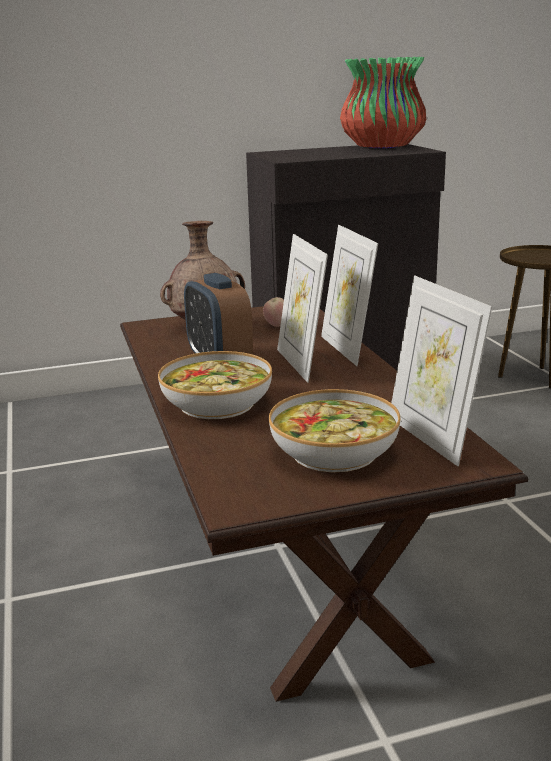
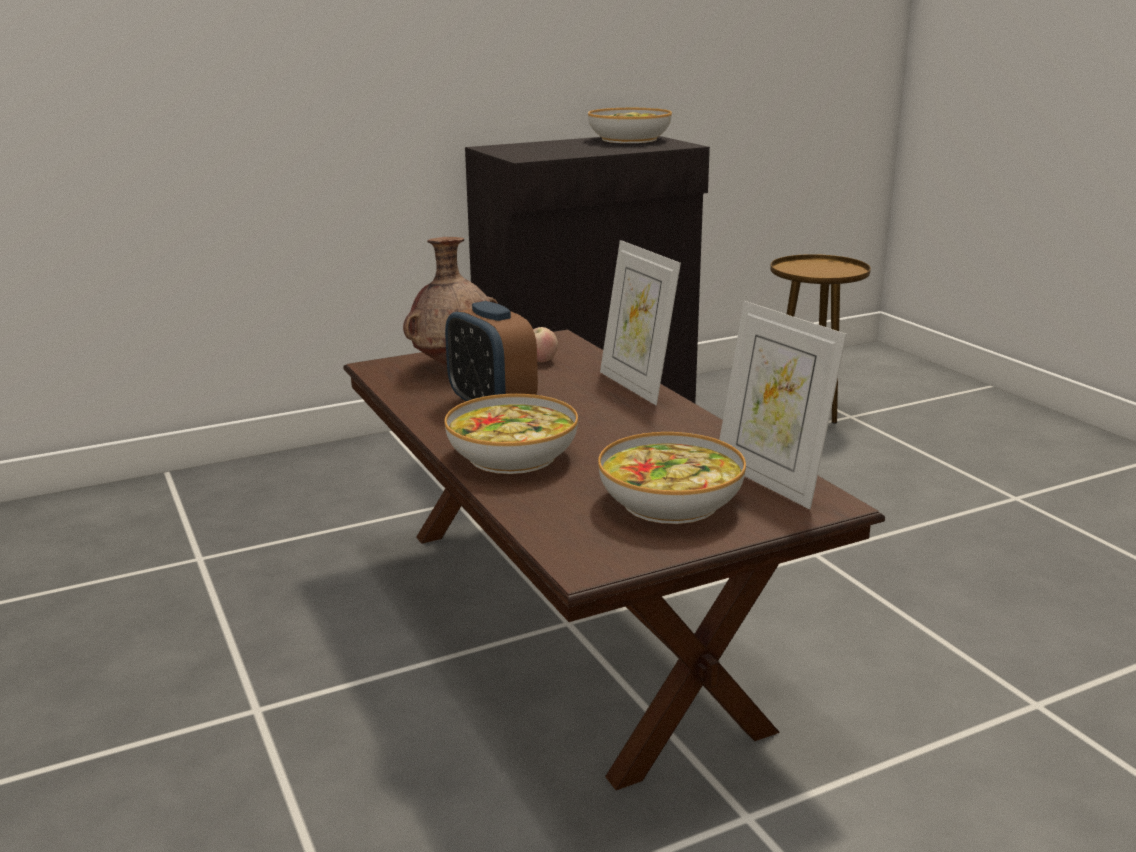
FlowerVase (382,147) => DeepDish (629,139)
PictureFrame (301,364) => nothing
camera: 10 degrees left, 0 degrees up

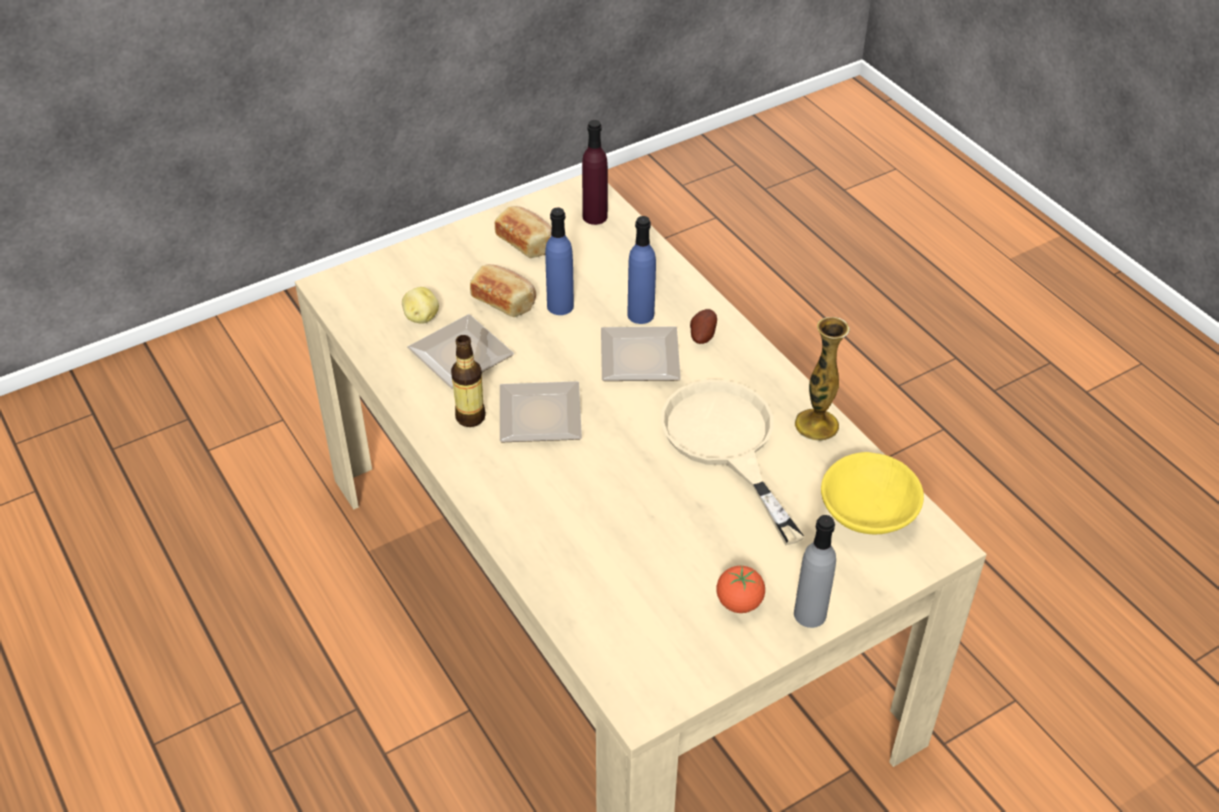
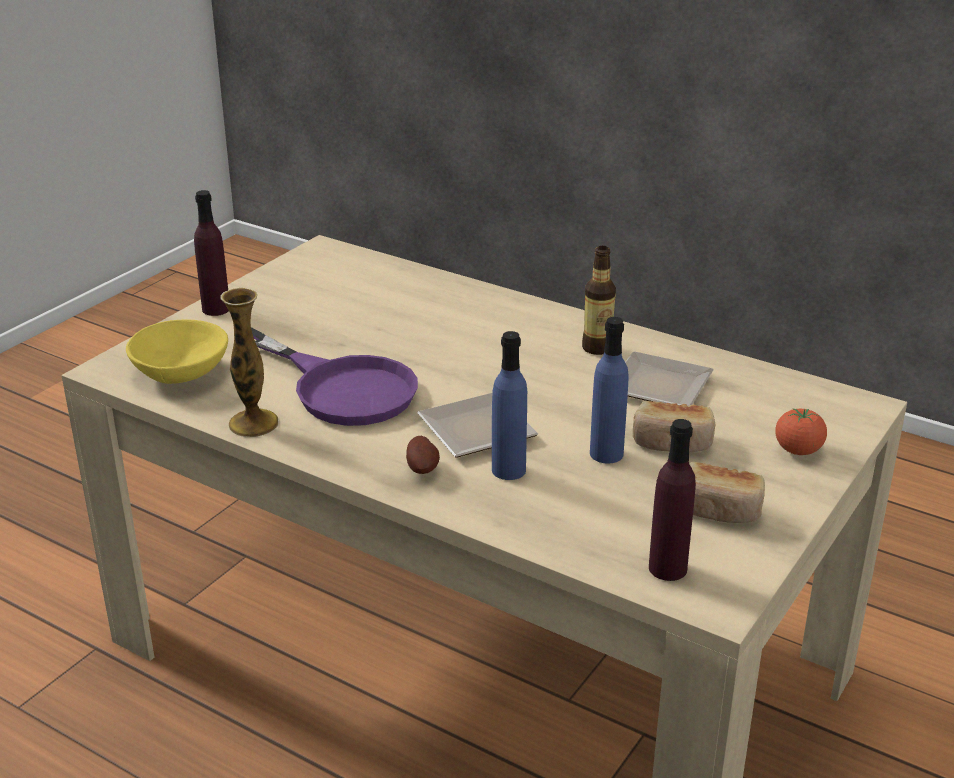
WholePotato (420,317) => nothing
SandColouredSkillet (726,443) => PurplishSkillet (341,387)
Plate (537,414) => nothing
GrayDrinkBottle (810,614) => PurplishDrinkBottle (216,309)
Tomato (739,602) => Tomato (798,451), move
camera: 155 degrees right, 15 degrees down

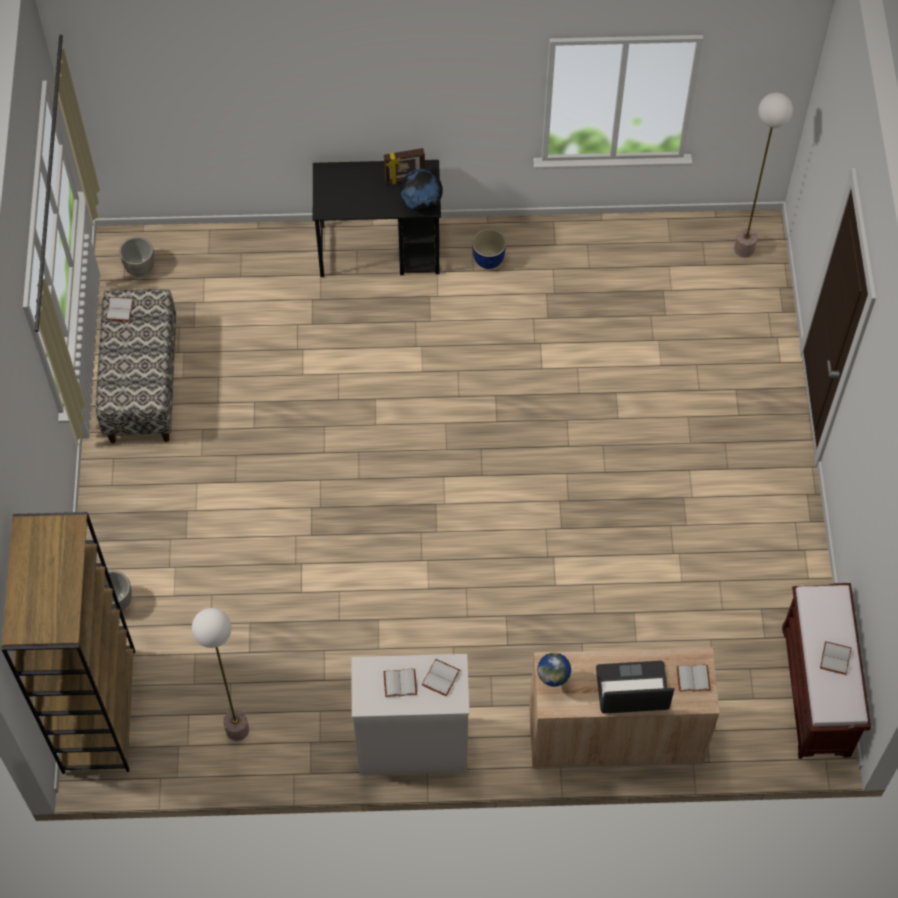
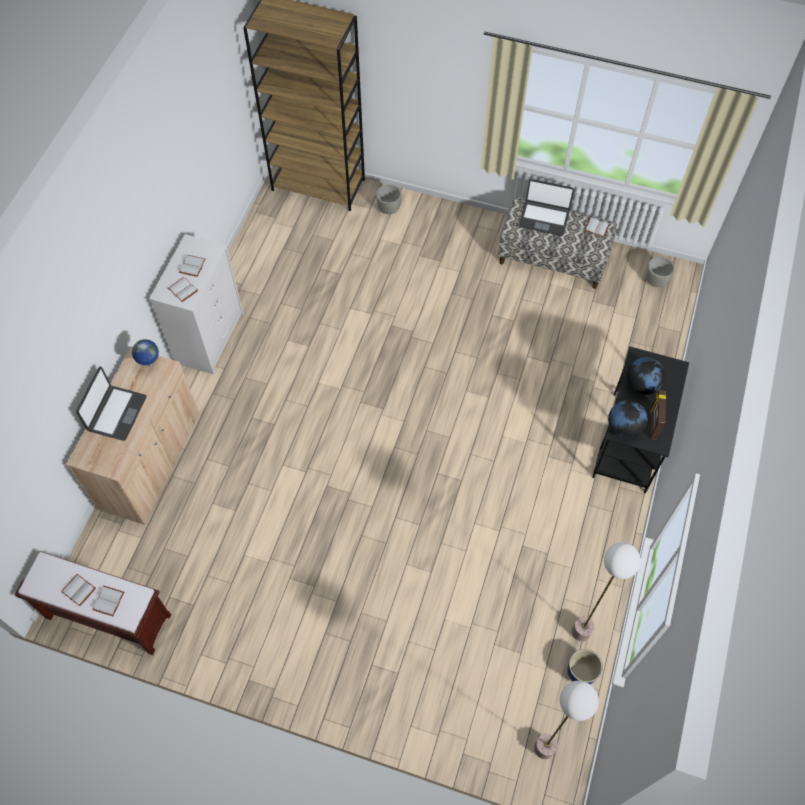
Planter (489,260) => Planter (580,673), move
StandingLamp (237,730) => StandingLamp (581,631), move
WhitishVolume (693,677) => WhitishVolume (109,602), move
nothing => NotebookComputer (544,218)
nothing => Globe (641,385)
camera: 110 degrees right, 0 degrees up

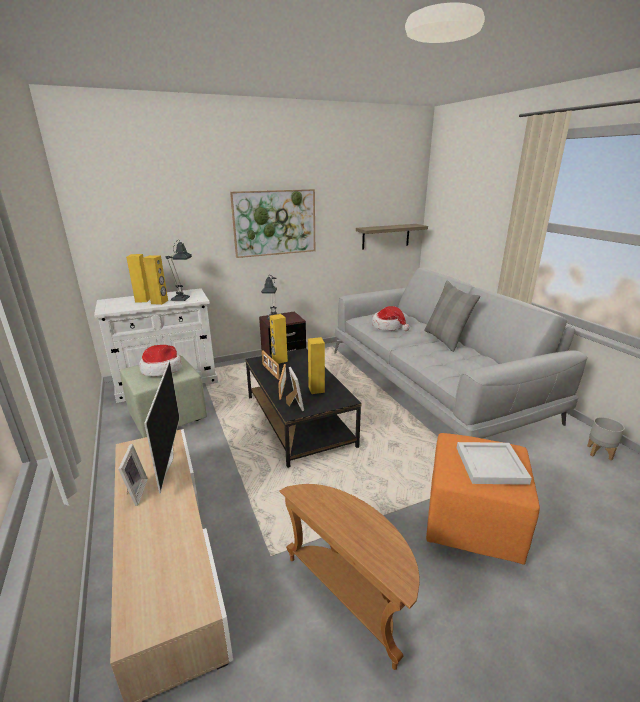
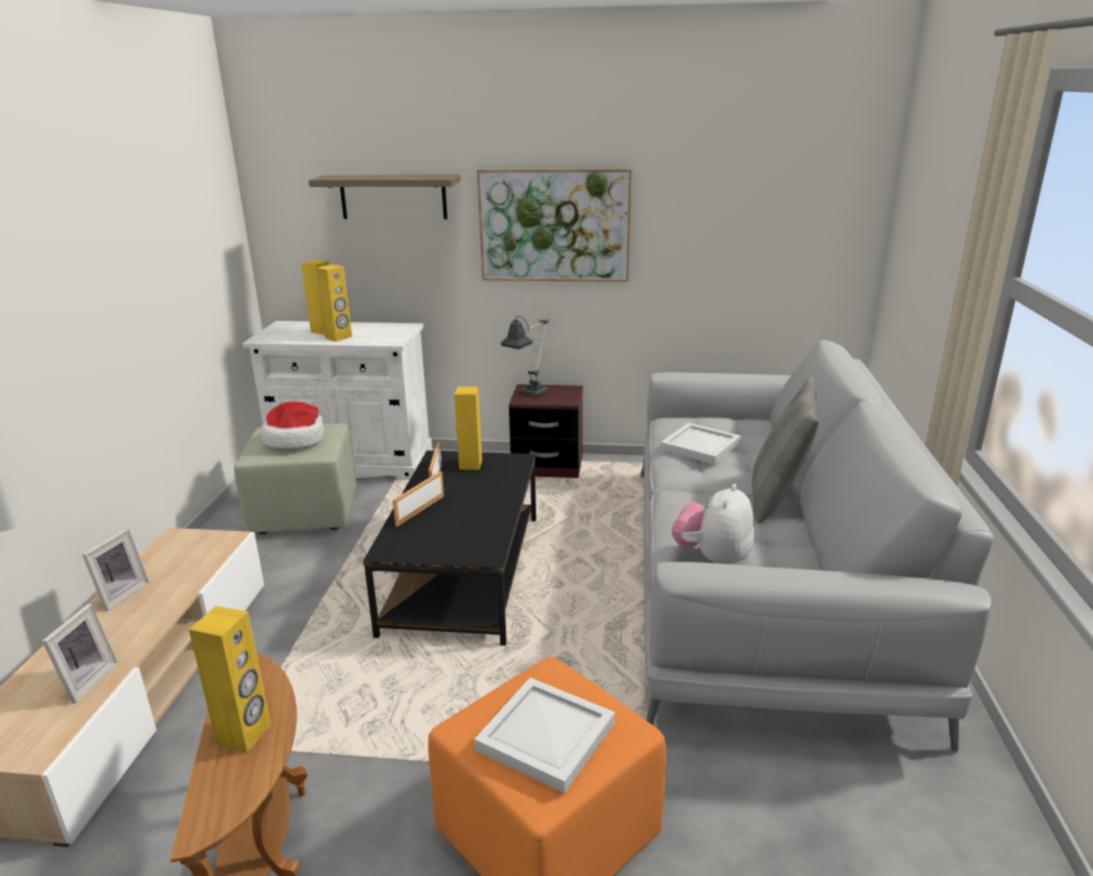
WallShelf (386,236) => WallShelf (393,197), move
TabletopLamp (182,298) => nothing
WearableHat (388,326) => WhitishTray (702,446)
YellowColouredAudioSpeaker (316,389) => YellowColouredAudioSpeaker (244,734), move
Television (166,460) => nothing
PictureFrame (293,404) => PictureFrame (86,681), move
GrayPlanter (600,452) => nothing
nothing => CuddlyToy (712,559)
camera: 30 degrees right, 0 degrees up

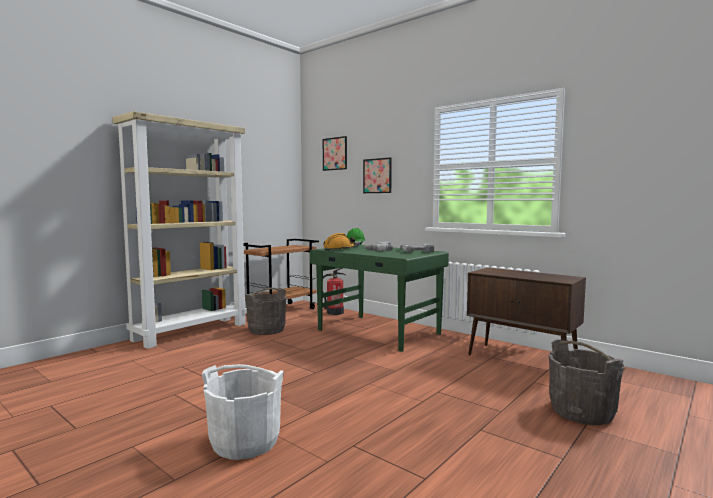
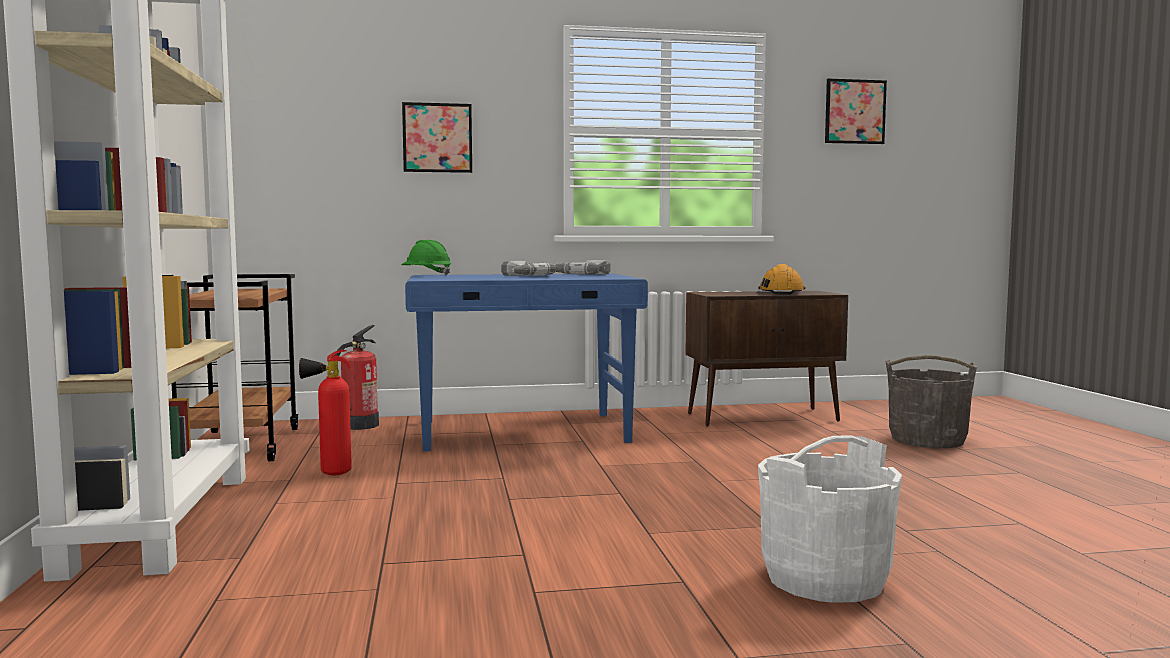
WallArt (335,153) => WallArt (855,111), move
OrangeSafetyHelmet (339,249) => OrangeSafetyHelmet (781,293), move
GreenDeskTable (378,332) => BluishDeskTable (524,432)
GrayWaterBucket (266,330) => Extinguisher (328,474)
camera: 50 degrees left, 0 degrees up

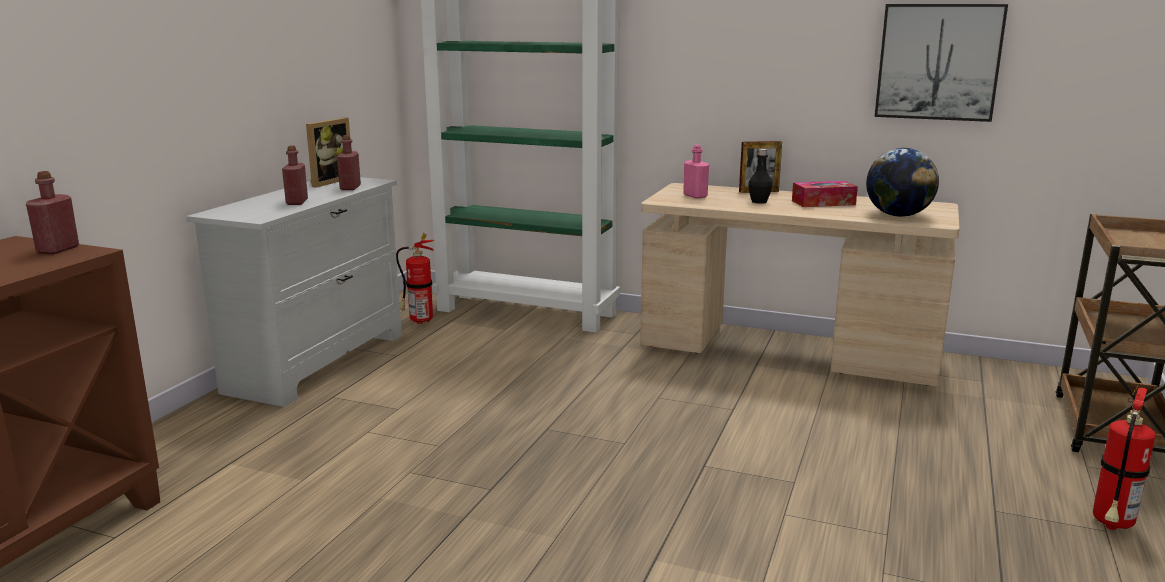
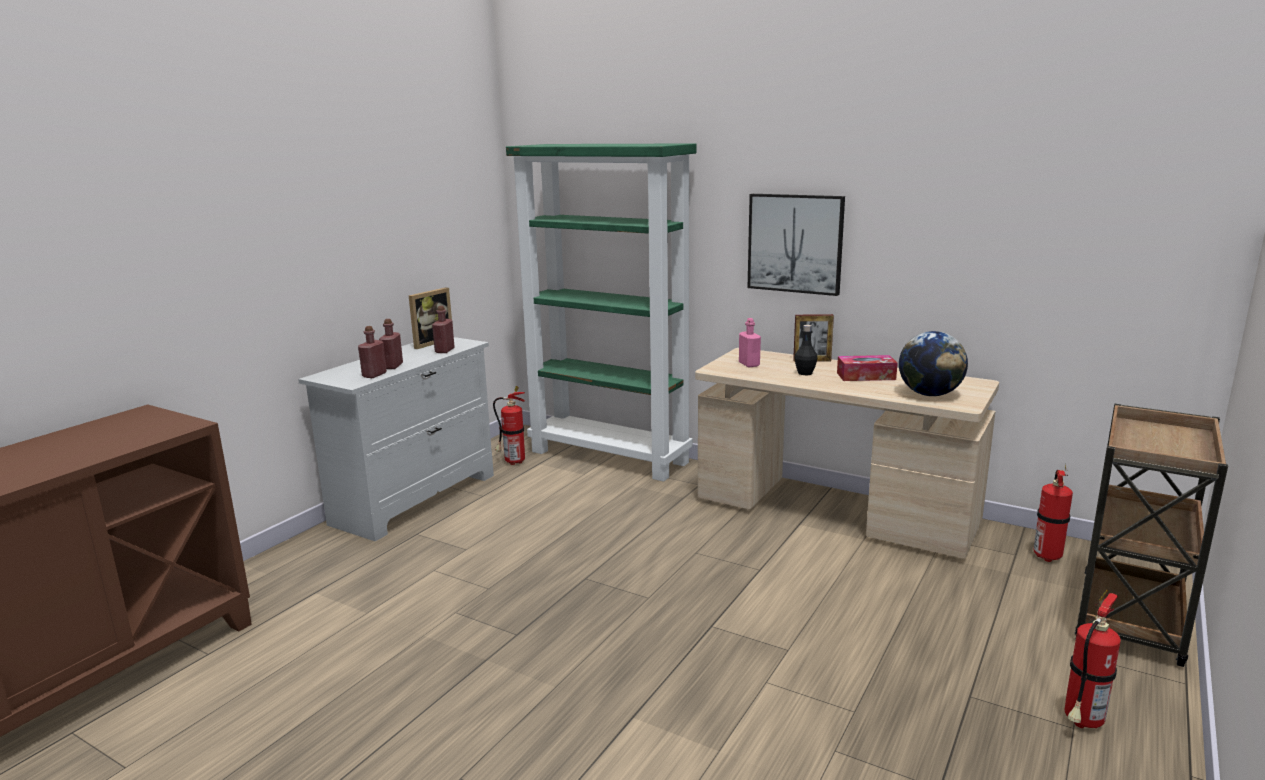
WallArt (938,62) => WallArt (795,243), move
RedDrinkBottle (58,249) => RedDrinkBottle (374,375), move
nothing => Extinguisher (1047,555)
camera: 10 degrees right, 0 degrees up

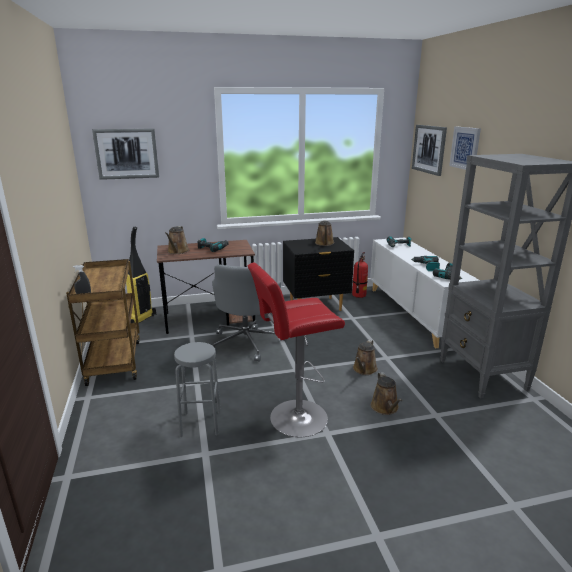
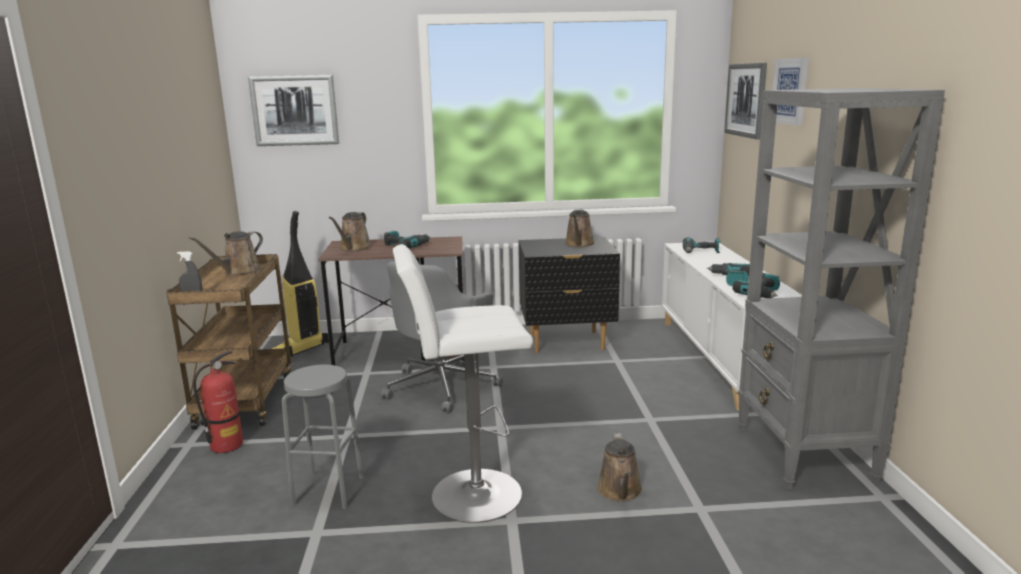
Extinguisher (359,295) => Extinguisher (226,445), move
RedStoolSeat (294,419) => WhitishStoolSeat (469,495)
BrownSprinklingCan (364,370) => BrownSprinklingCan (239,272), move
camera: 10 degrees right, 5 degrees down

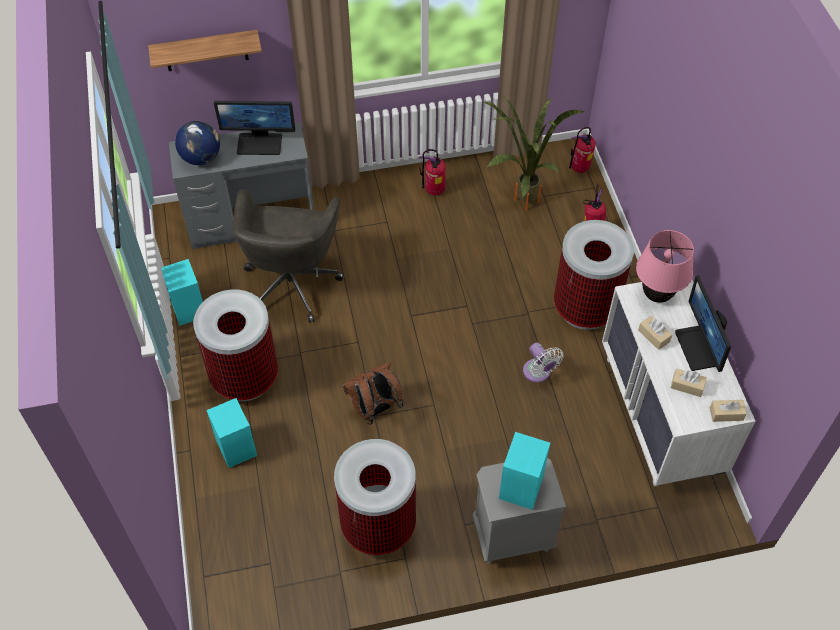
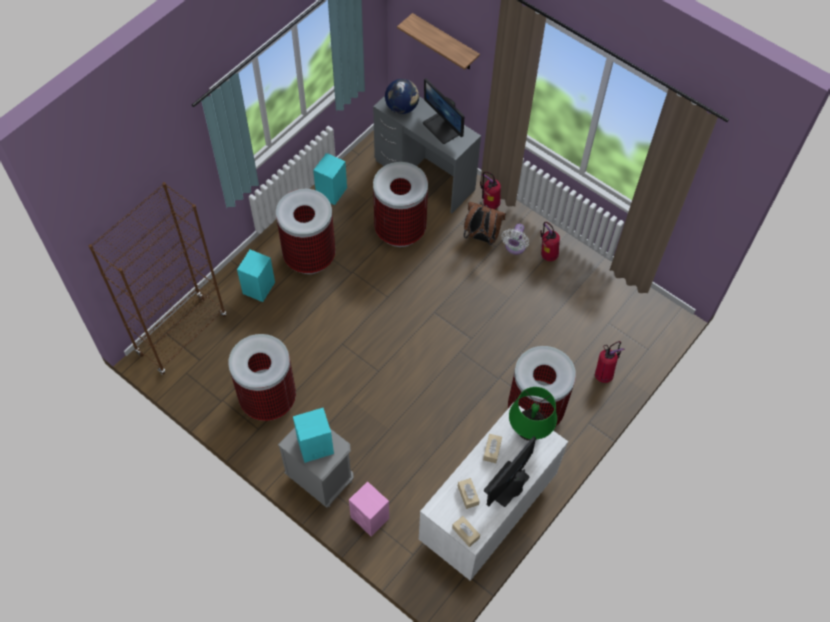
Houseplant (519,203) => nothing
Extinguisher (579,169) => Extinguisher (489,204), move
GrayOfficeChair (292,282) => WasteBin (399,230)
PinkishTabletopLamp (657,295) => GreenTabletopLamp (529,432)
WhitishElectricFan (538,373) => WhitishElectricFan (514,248), move
BrownRucksack (375,410) => BrownRucksack (481,237), move
nothing => BrownShelvingUnit (182,334)
nothing => PinkishAudioSpeaker (370,518)
camera: 50 degrees right, 5 degrees up

